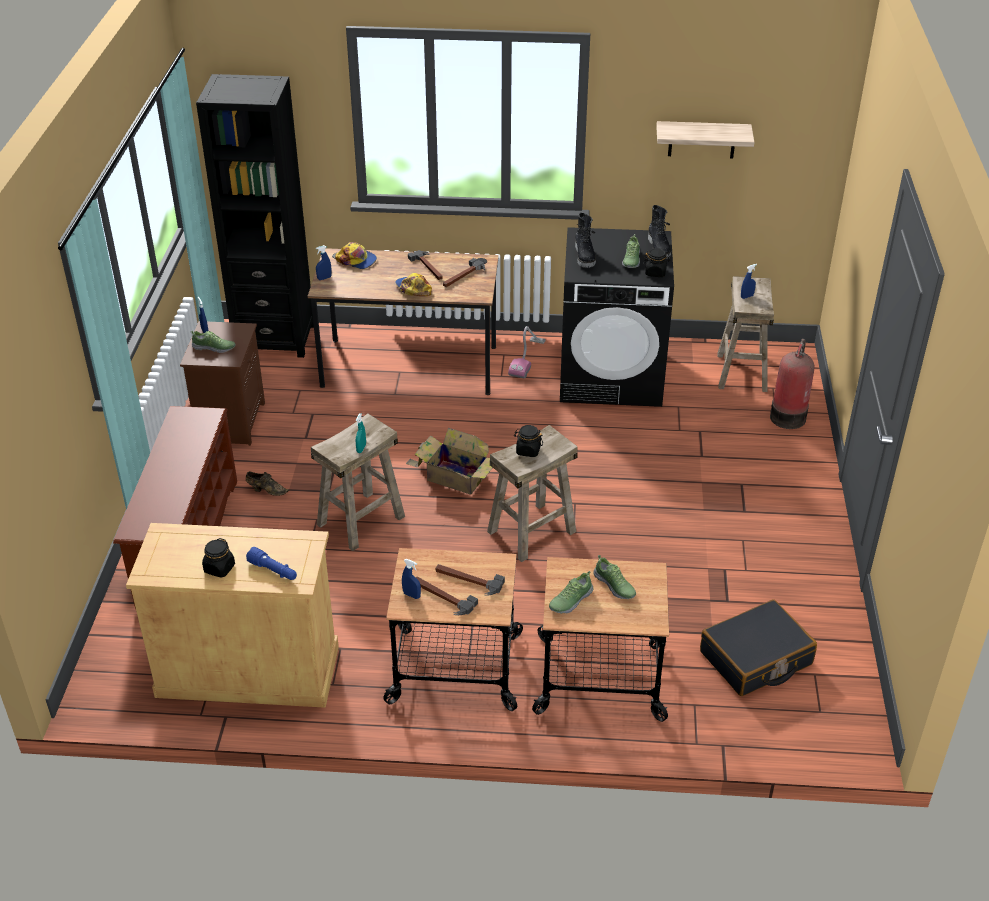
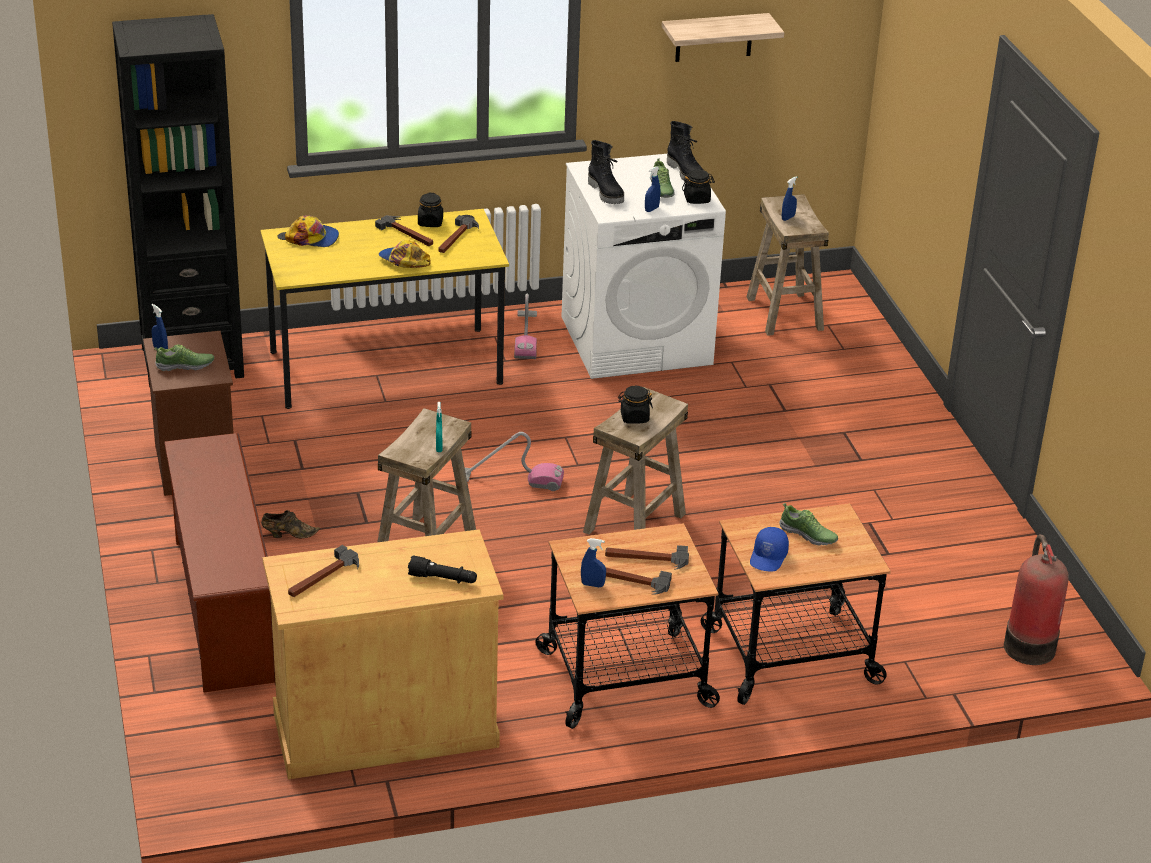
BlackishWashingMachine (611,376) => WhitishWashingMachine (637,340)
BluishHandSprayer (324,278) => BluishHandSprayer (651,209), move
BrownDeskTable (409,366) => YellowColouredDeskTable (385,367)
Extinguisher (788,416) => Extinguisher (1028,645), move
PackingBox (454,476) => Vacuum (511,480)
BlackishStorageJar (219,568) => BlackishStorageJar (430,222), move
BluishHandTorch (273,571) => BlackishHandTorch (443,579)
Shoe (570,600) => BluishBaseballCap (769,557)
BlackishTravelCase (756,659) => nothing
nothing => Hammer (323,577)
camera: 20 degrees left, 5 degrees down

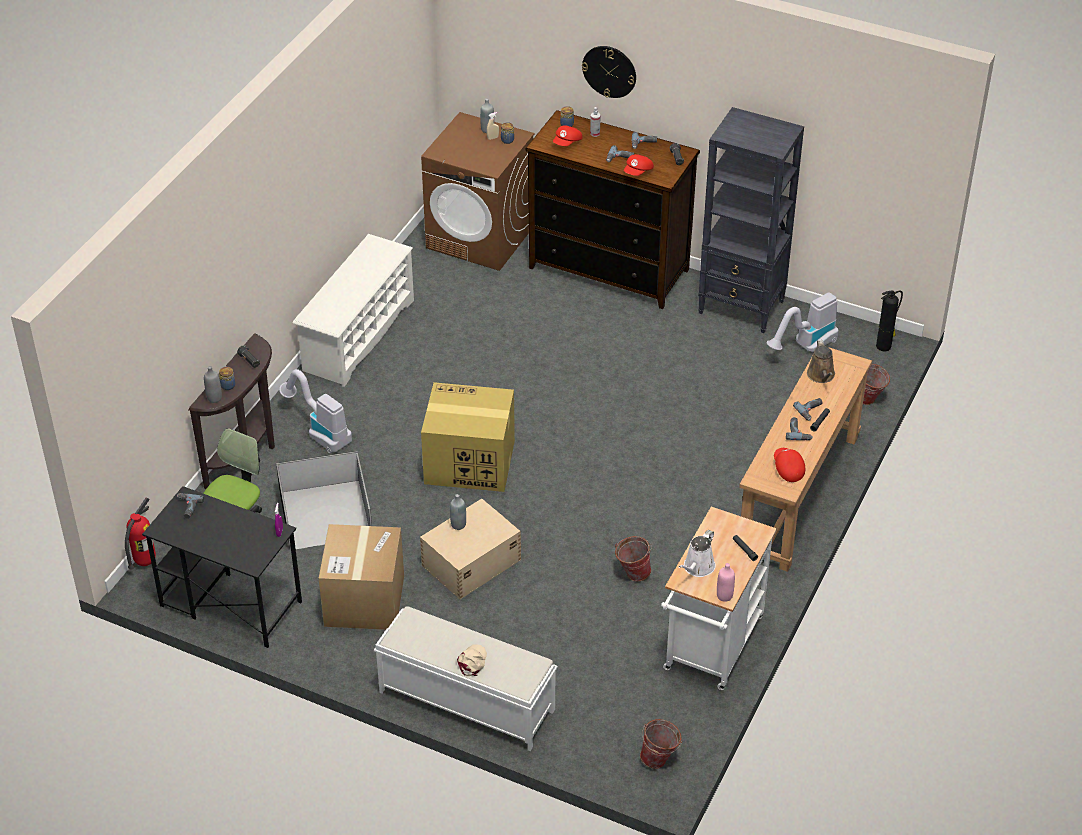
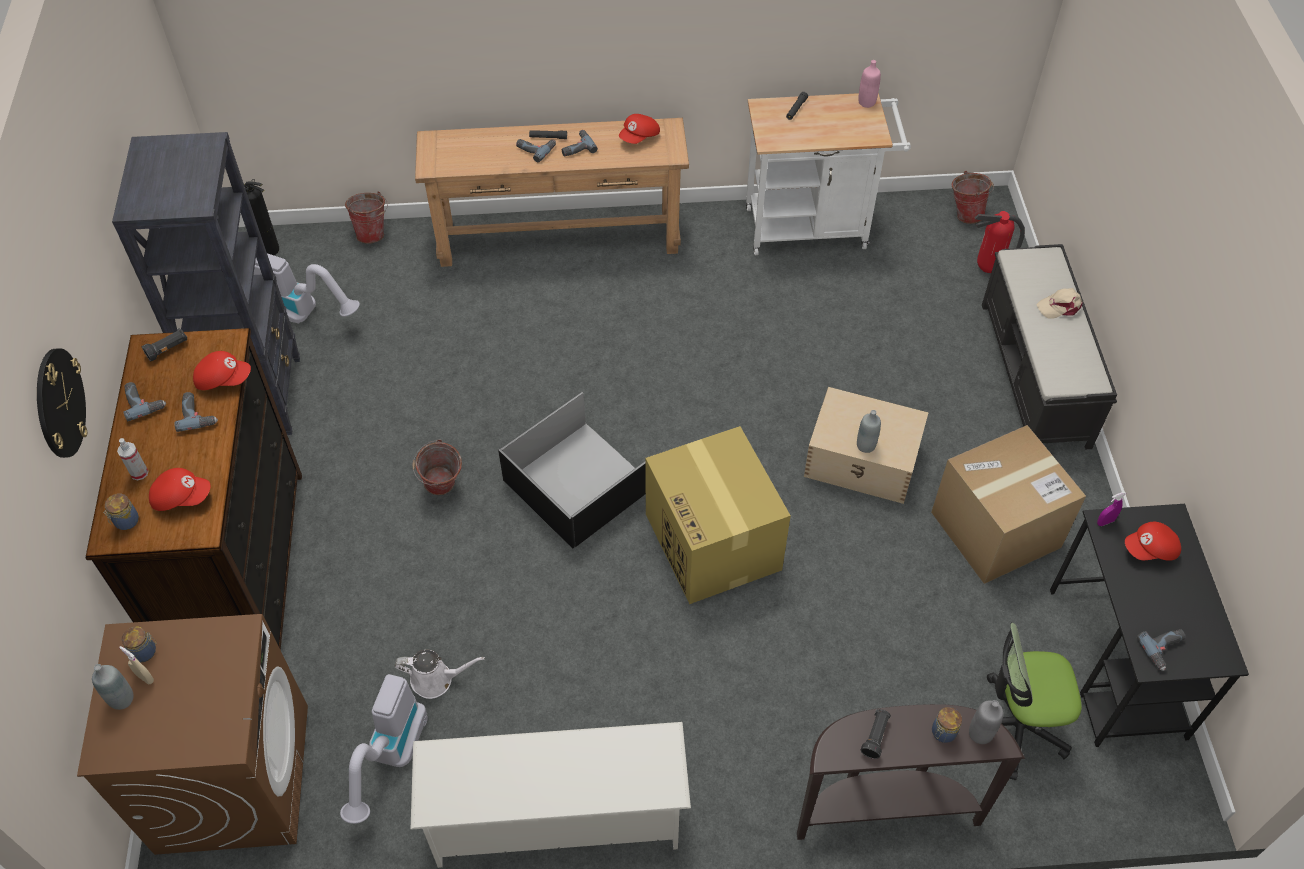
BrownSprinklingCan (821,376) => nothing
Vacuum (319,431) => Vacuum (390,760), move
BlackishStorageBox (324,514) => BlackishStorageBox (580,485), move
Extinguisher (145,562) => Extinguisher (988,269), move
WhitishSprinklingCan (697,568) => WhitishSprinklingCan (436,679), move
WaterBucket (632,573) => WaterBucket (442,489), move
WhitishBench (465,700) => BlackishBench (1035,375)
nothing => RedBaseballCap (1150,550)
camera: 120 degrees left, 10 degrees up

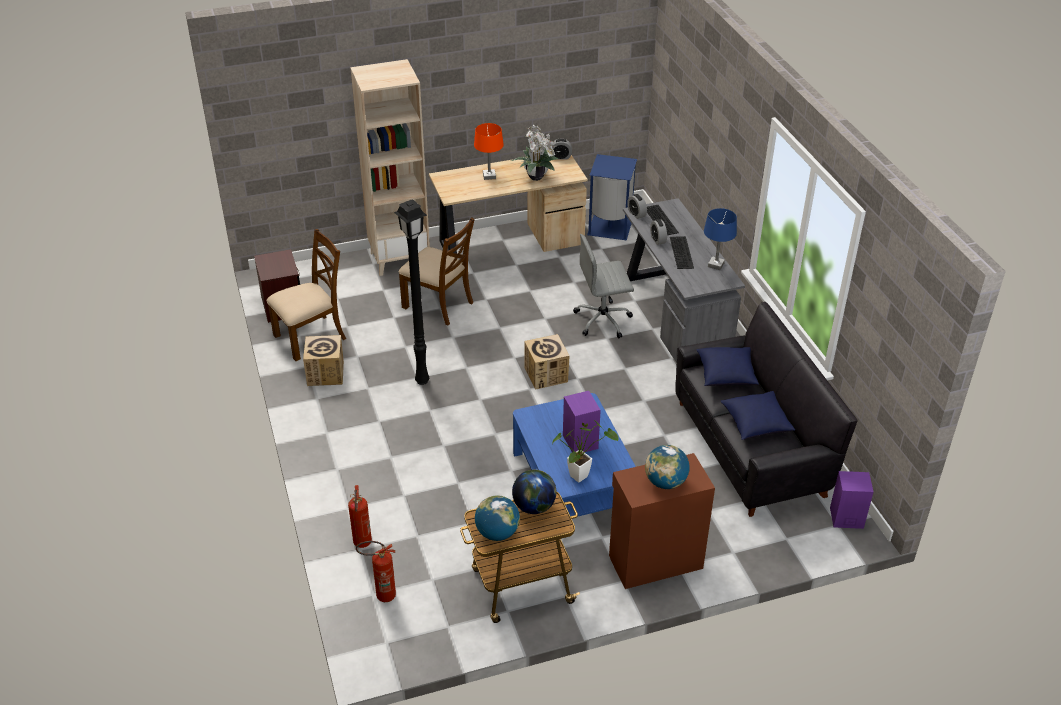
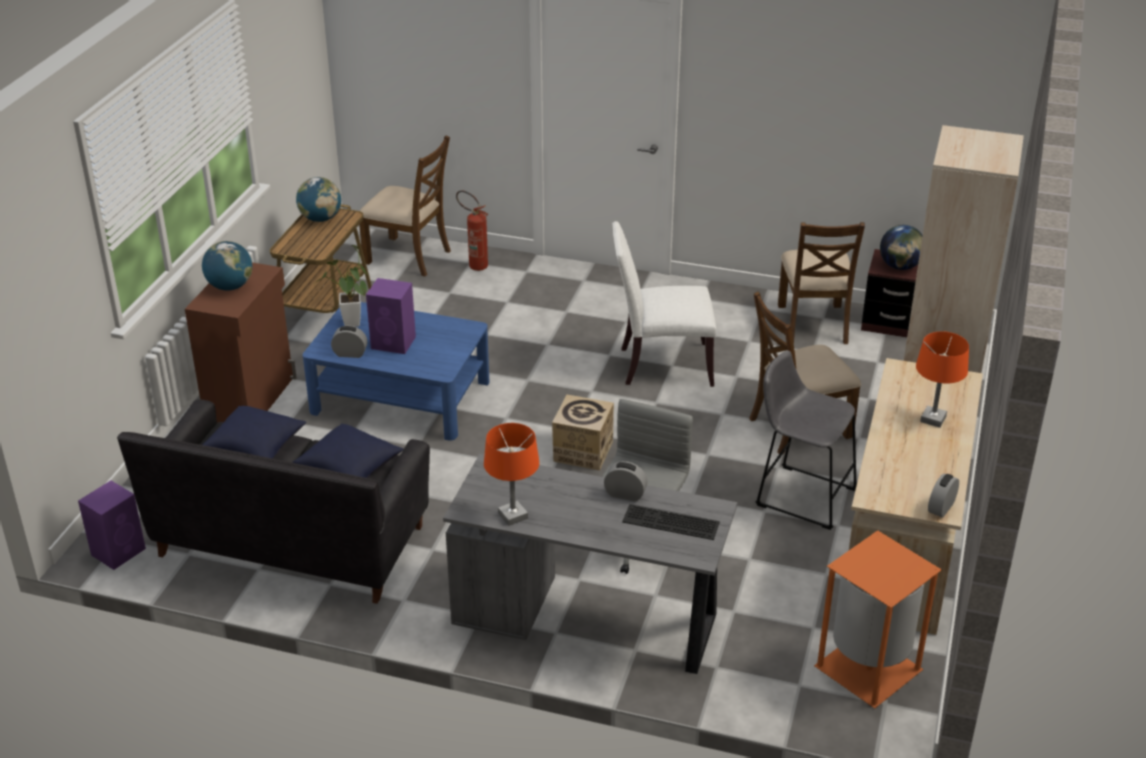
Houseplant (536,176) => nothing
BluishWasteBin (609,226) => OrangeWasteBin (870,668)
AlarmClock (636,214) => AlarmClock (350,354), move
BlackishStandingLamp (422,382) => WhitishUprightChair (661,365)
BluishTabletopLamp (716,265) => OrangeTabletopLamp (512,516)
ComputerKeyboard (682,253) => nothing
PackingBox (325,373) => nothing
Globe (534,506) => Globe (900,266), move
Extinguisher (381,596) => BrownUprightChair (408,256)
nothing => GrayStoolSeat (801,495)
camera: 125 degrees right, 5 degrees down

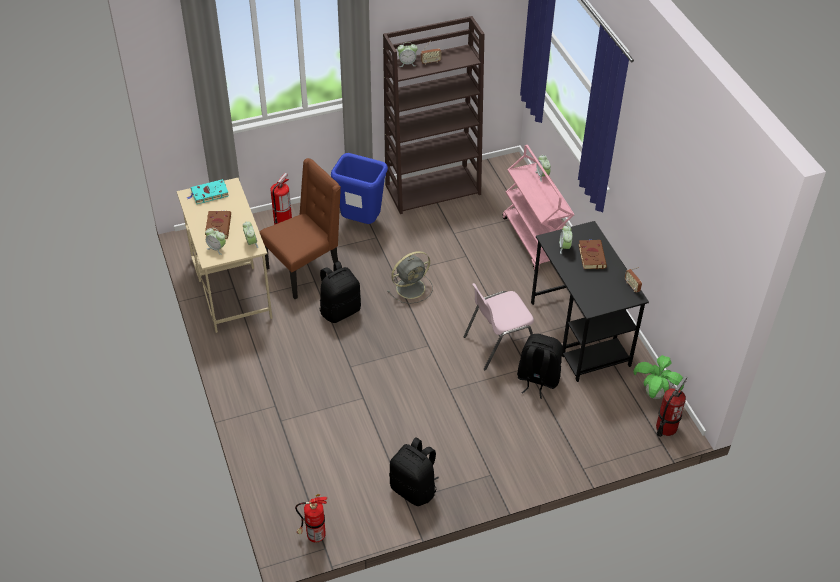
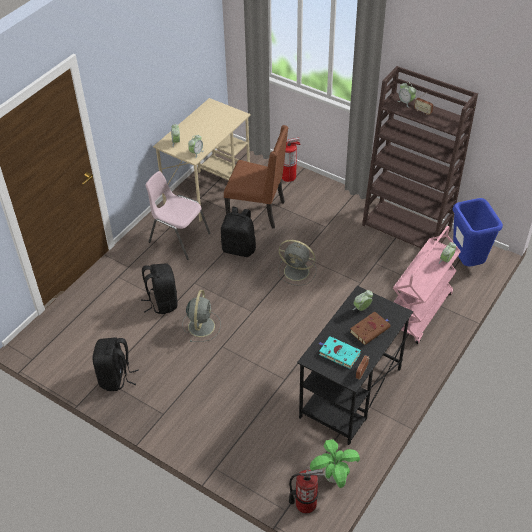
BluishWasteBin (361,223) => BluishWasteBin (467,263), move
BlueGreenVolume (209,194) => BlueGreenVolume (338,353), move
BrownVolume (218,226) => nothing
PinkishUprightChair (499,344) => PinkishUprightChair (178,238), move
BlackishRucksack (537,379) => BlackishRucksack (162,302), move
Extinguisher (314,536) => nothing
nothing => GrayElectricFan (201,325)
camera: 55 degrees right, 0 degrees up

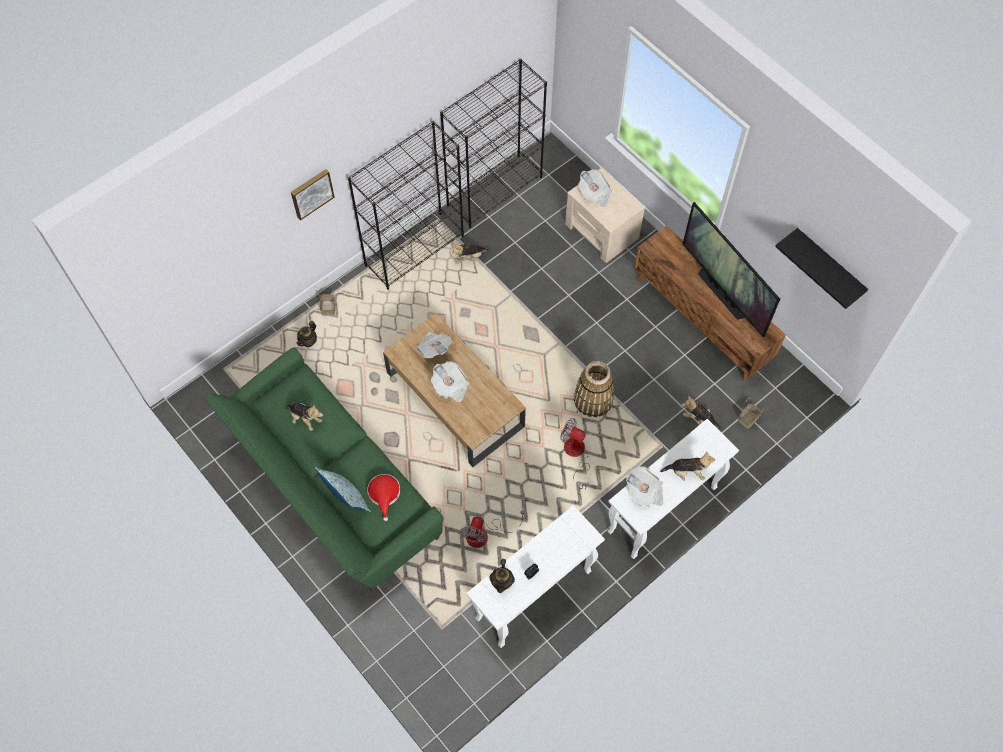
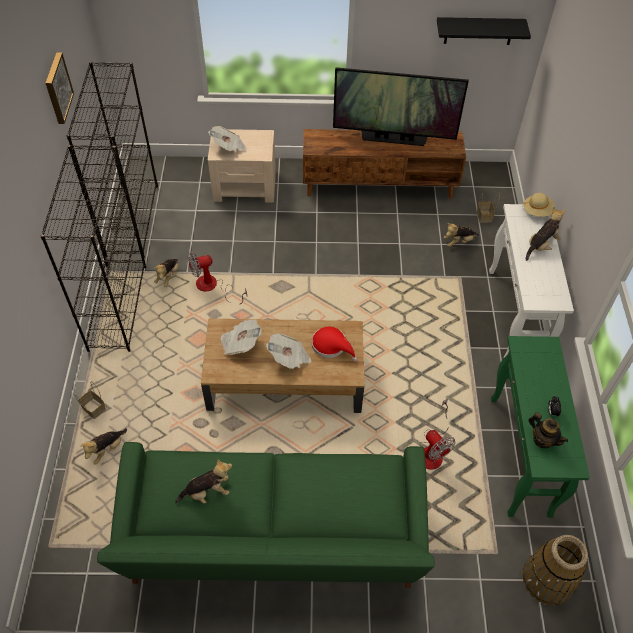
WallArt (311,193) => WallArt (57,88), move
PotForTea (308,341) => CuddlyToy (107,449)
HouseholdBasket (593,400) => HouseholdBasket (548,579), move
ElectricFan (575,455) => ElectricFan (213,287), move
Newspaper (645,492) => nothing
ThrowPillow (346,498) => nothing
RedWearableHat (384,494) => RedWearableHat (331,346), move
WhitishNarrowTable (533,596) => GreenNarrowTable (520,456)
nothing => SandColouredWearableHat (537,211)
camera: 50 degrees left, 10 degrees down

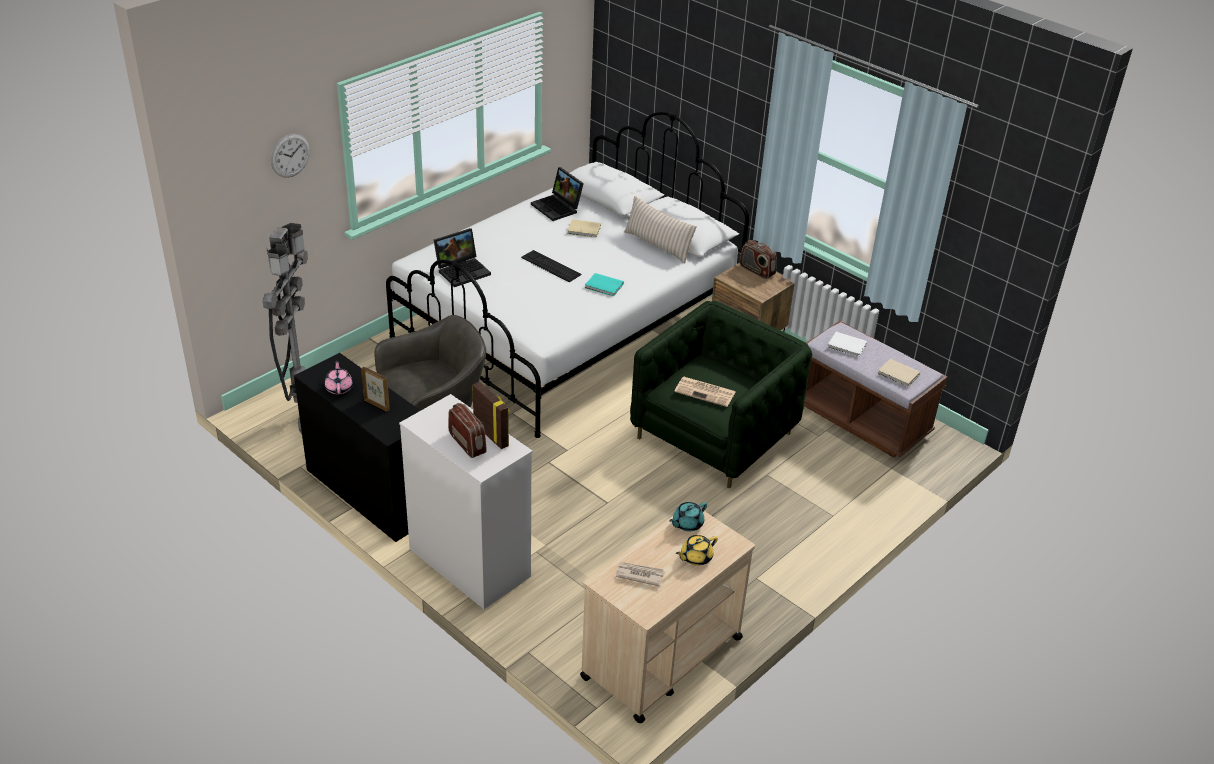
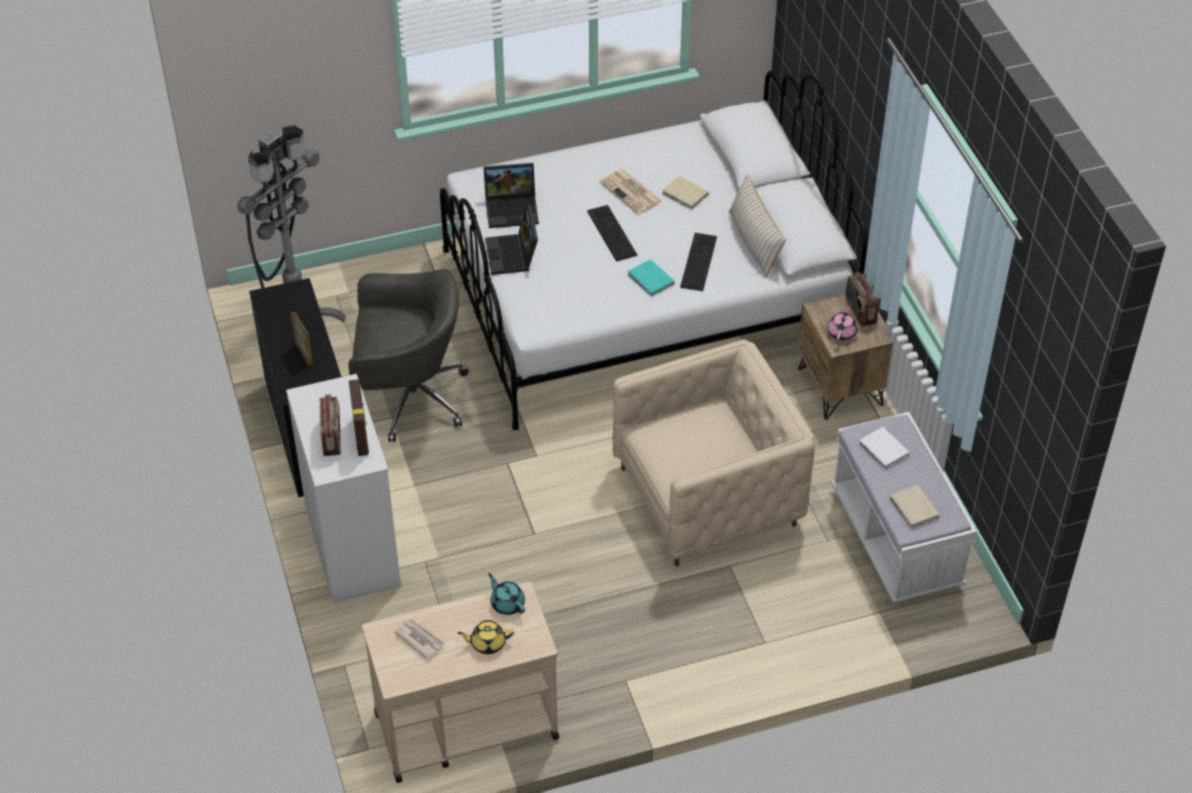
WallClock (290,155) => nothing
NotebookComputer (558,207) => NotebookComputer (513,255), move
GreenLoungeChair (714,436) => SandColouredLoungeChair (707,497)
BrownBench (862,419) => WhitishBench (895,539)
PinkishPotForTea (339,388) => PinkishPotForTea (842,332), move
Newspaper (706,392) => Newspaper (631,192), move
BlueGreenPotForTea (687,524) => BlueGreenPotForTea (507,603), 60 degrees clockwise
nothing => ComputerKeyboard (698,262)
camera: 30 degrees right, 10 degrees up

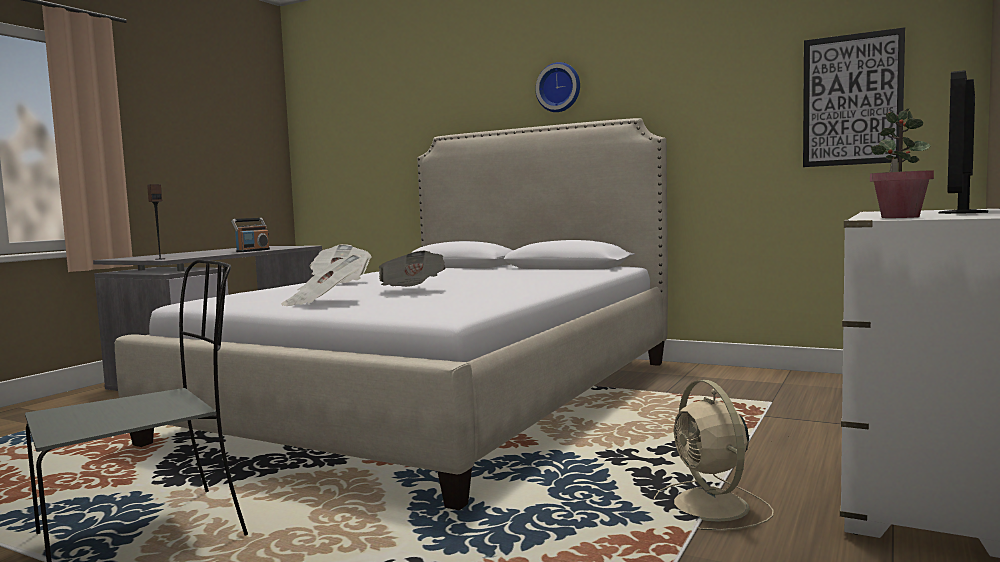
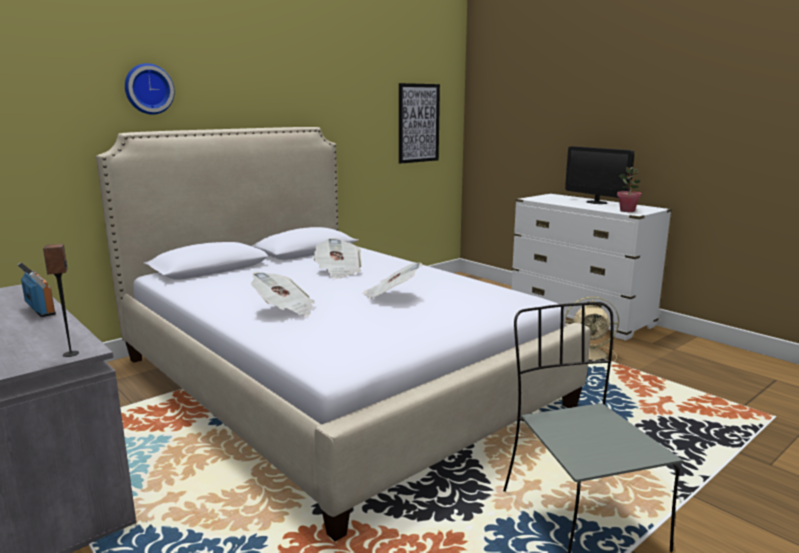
WallClock (559,88) => WallClock (148,89), move
Newspaper (324,302) => Newspaper (338,271), move
camera: 70 degrees left, 10 degrees up

